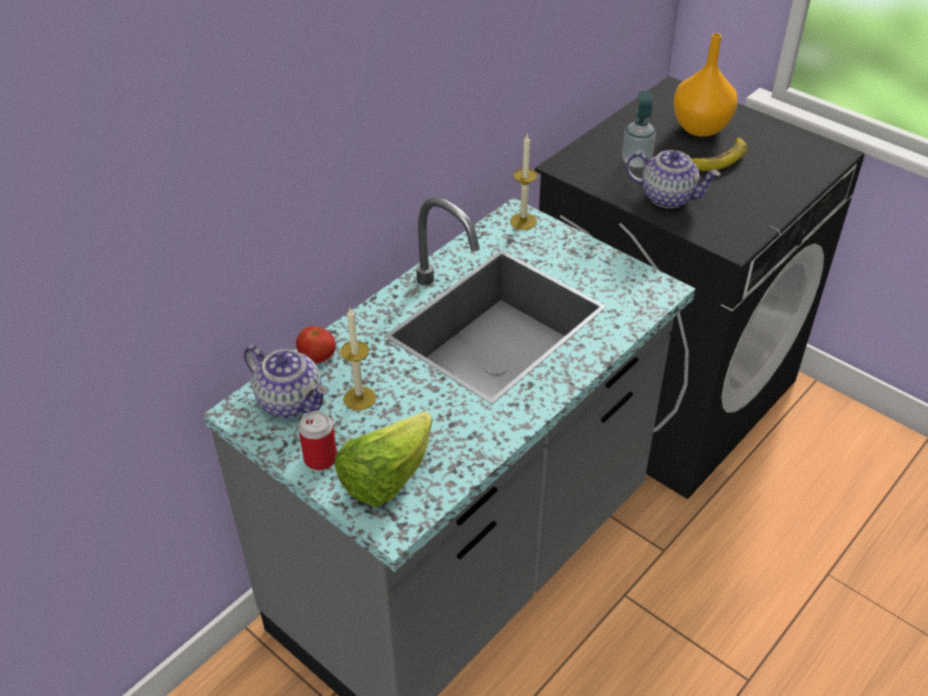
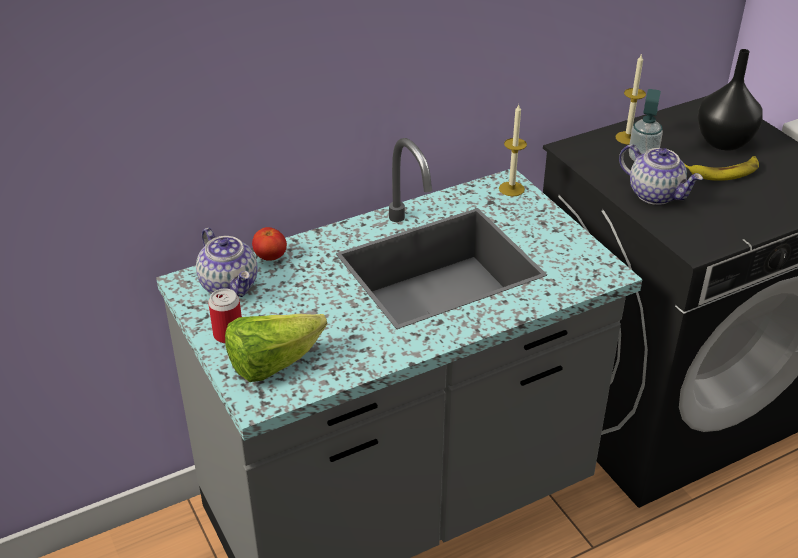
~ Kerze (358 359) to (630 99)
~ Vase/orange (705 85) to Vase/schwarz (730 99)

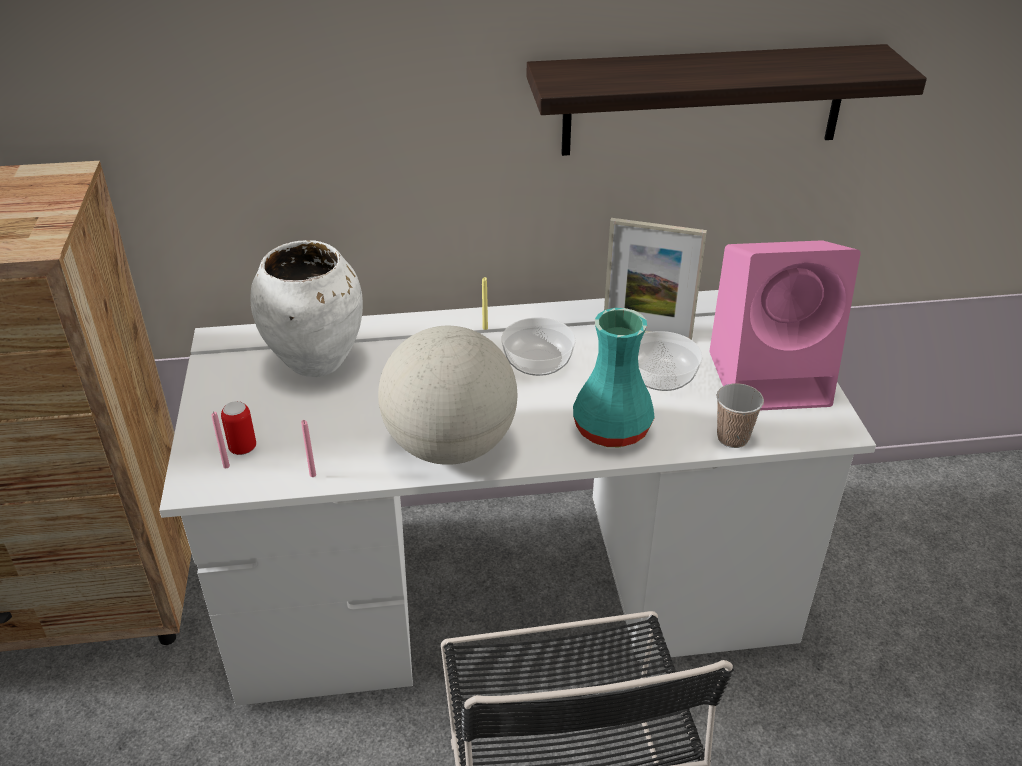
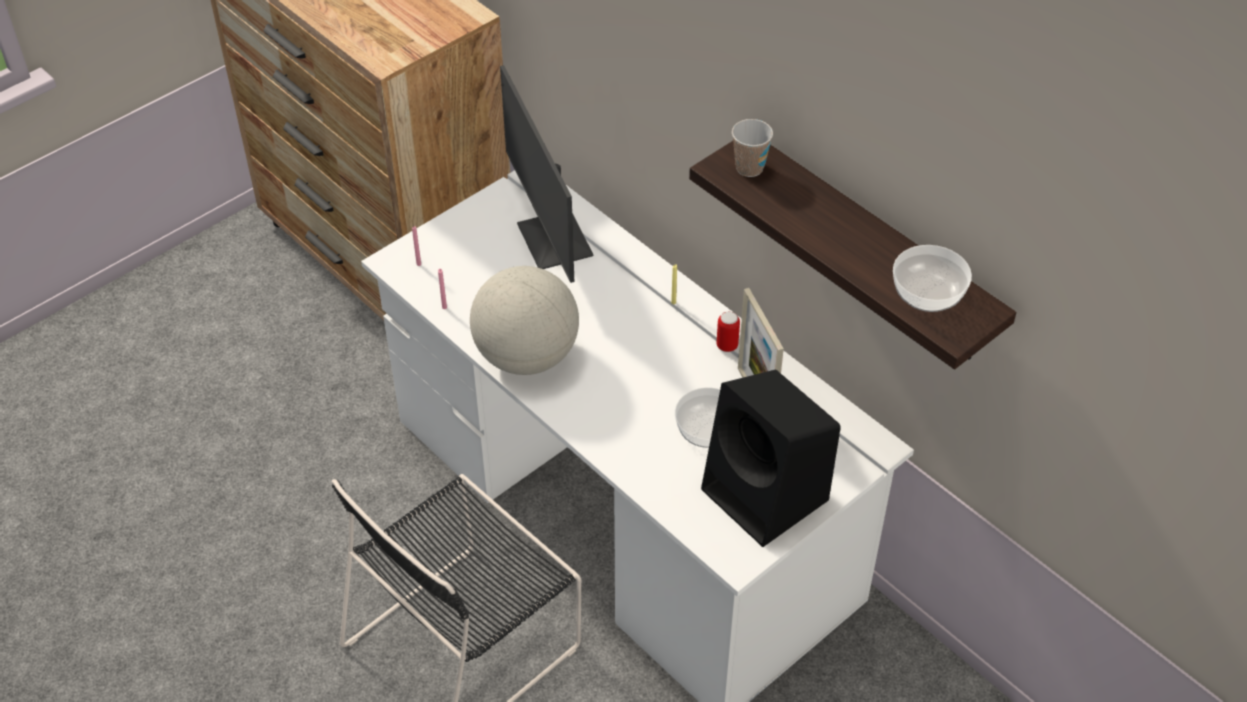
~ Vase/weiß (307 308) to Monitor (547 174)
~ Lautsprecher/rosa (785 325) to Lautsprecher/schwarz (771 458)
~ Dose (238 428) to (728 332)
~ Tasse (740 415) to (752 148)
~ Schüssel (538 347) to (932 278)
- Vase/türkis (614 377)

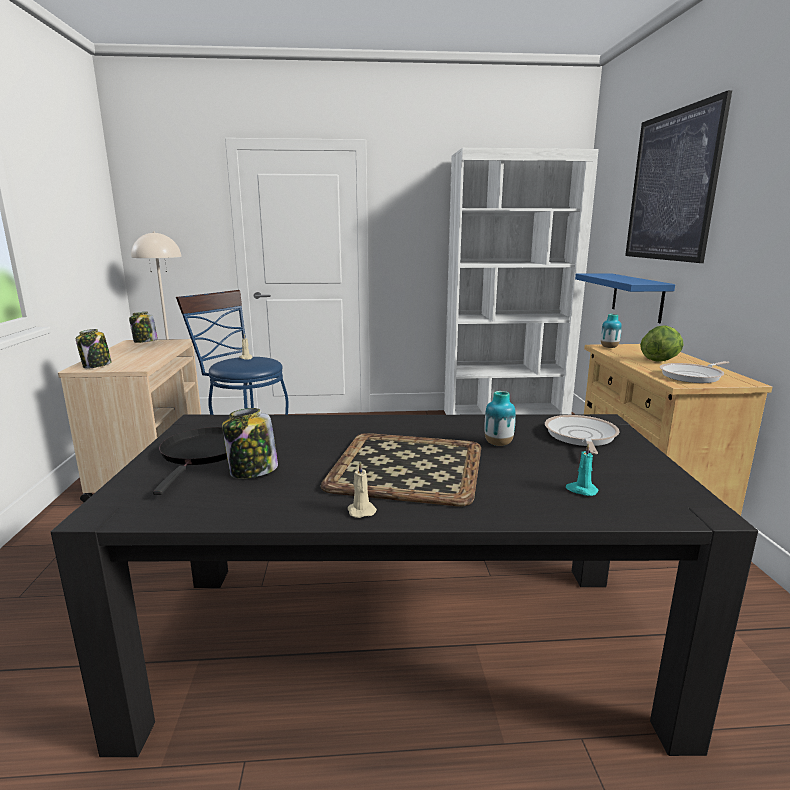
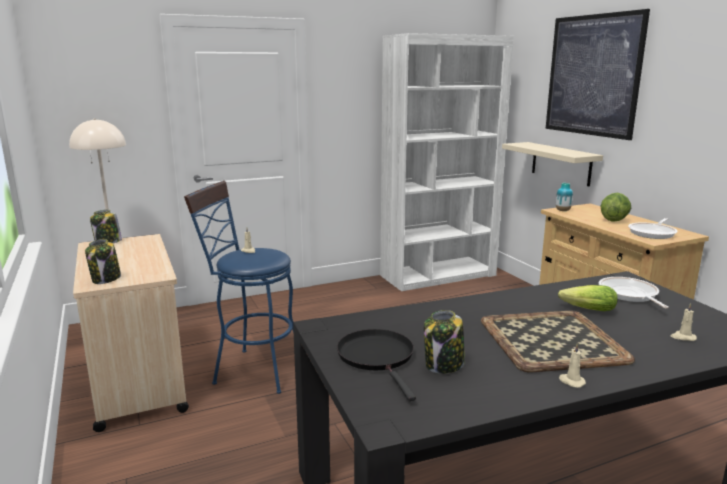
~ Wandregal/blau (625 298) to Wandregal/beige (552 164)
~ Vase (500 418) to Salatkopf (588 298)
~ Kerze/türkis (582 470) to Kerze/beige (684 322)

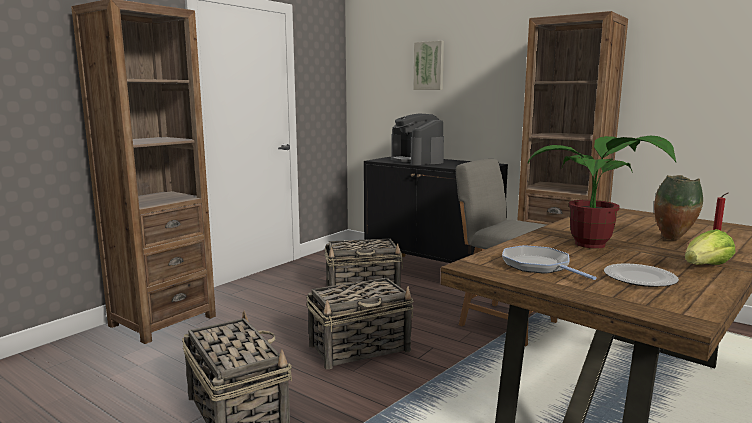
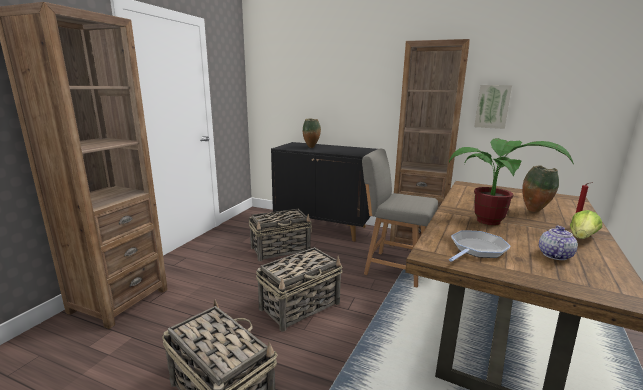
~ Kaffeemaschine (417 139) to Vase (312 133)
~ Pfanne (549 262) = (480 246) 90 degrees clockwise
~ Bild (428 65) to (493 107)
~ Teller (641 275) to Teekanne (558 242)

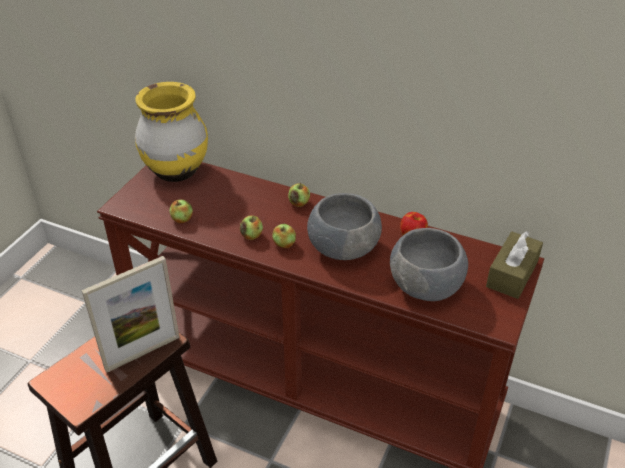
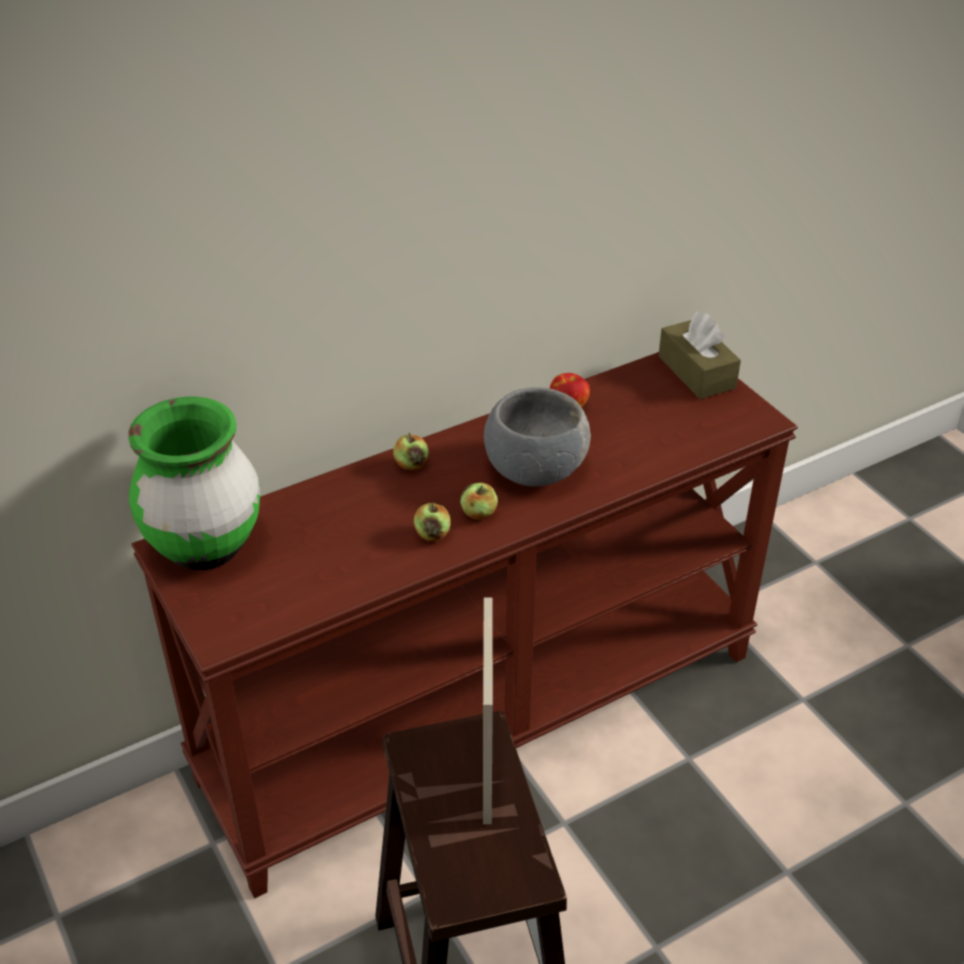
~ Vase/gelb (171 132) to Vase/grün (194 483)
- Apfel (181 212)
- Schüssel/grau (429 264)

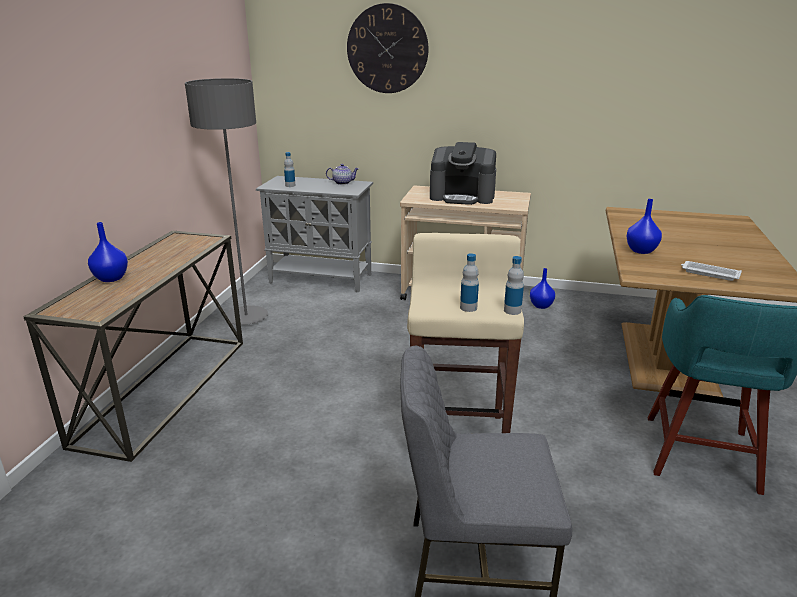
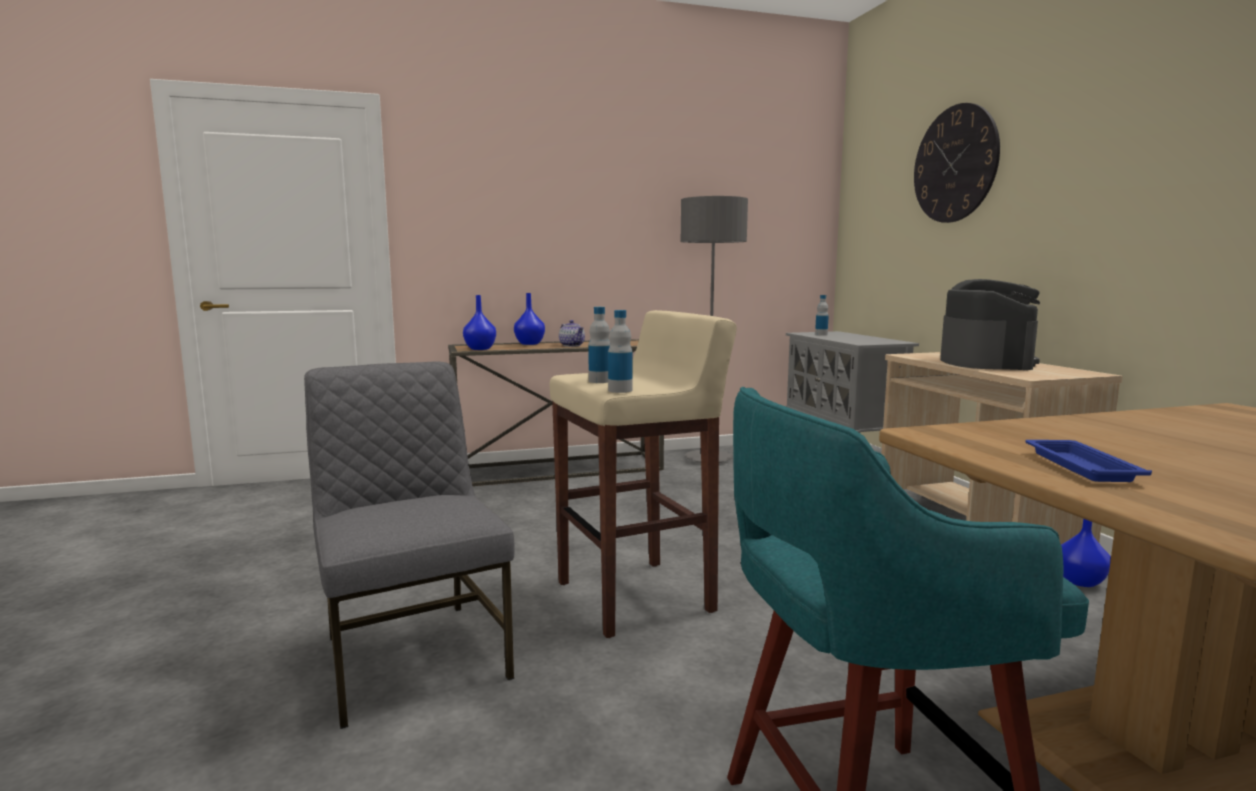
~ Vase/blau (644 226) to (479 322)
~ Teekanne (342 174) to (572 333)
~ Kaffeemaschine (463 173) = (990 324) 150 degrees counterclockwise
~ Tablett/weiß (711 271) to Tablett/blau (1088 461)

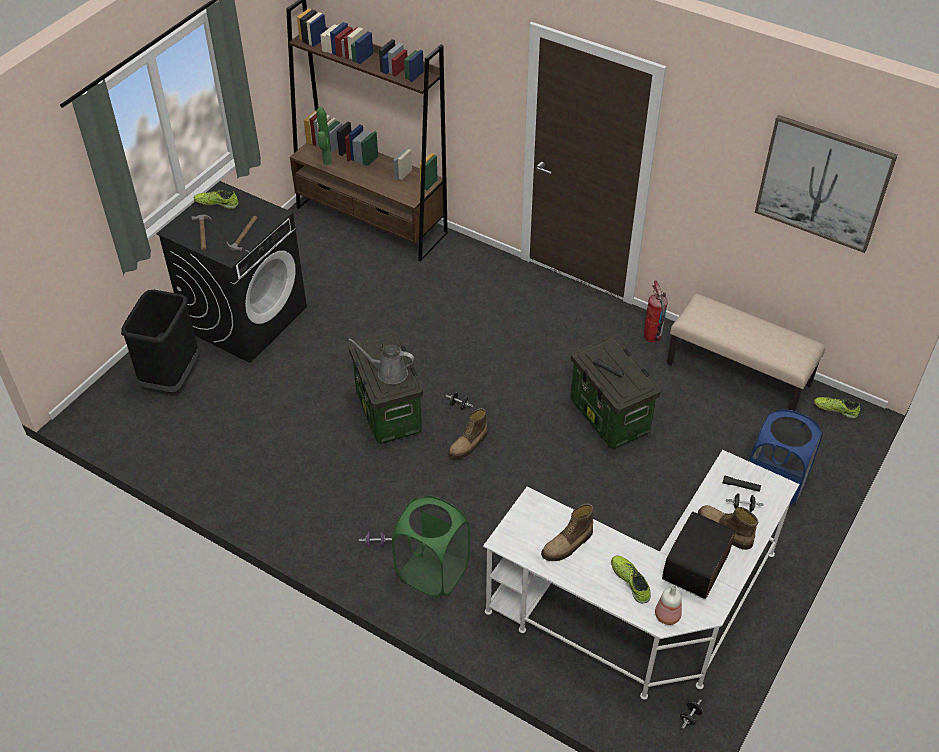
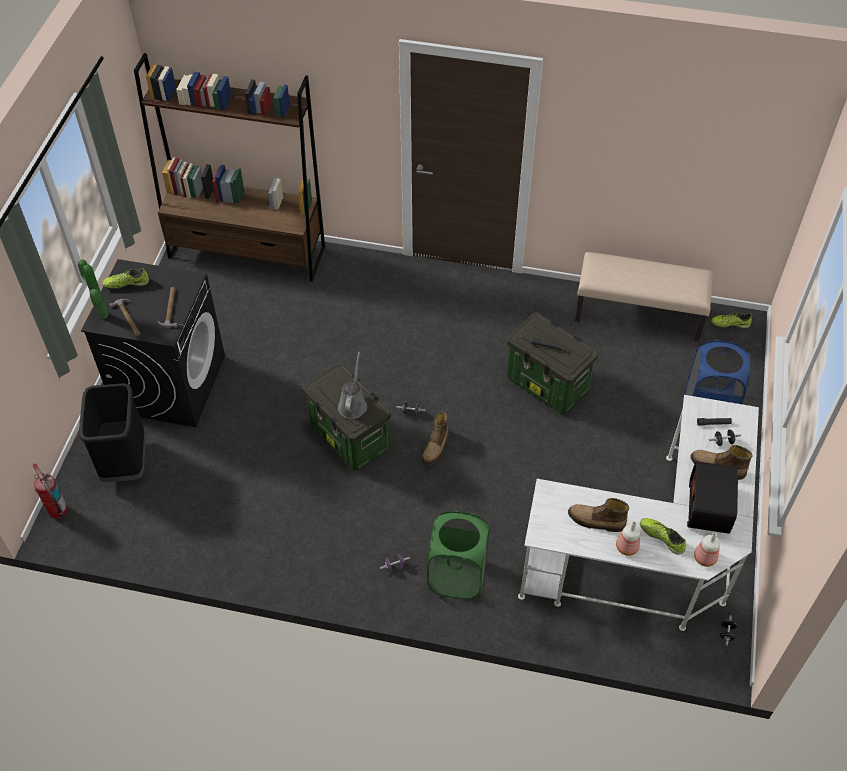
~ Feuerlöscher (656 311) to (50 491)
~ Topfpflanze (324 136) to (93 289)
~ Gießkanne/grau (381 361) = (352 385) 105 degrees clockwise
~ Stiefel (567 532) = (598 515) 75 degrees clockwise
+ Flasche (628 539)
- Bild (826 184)

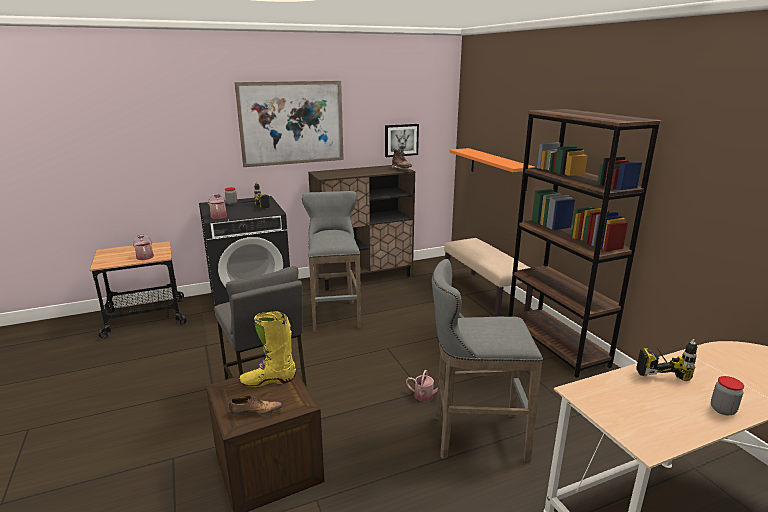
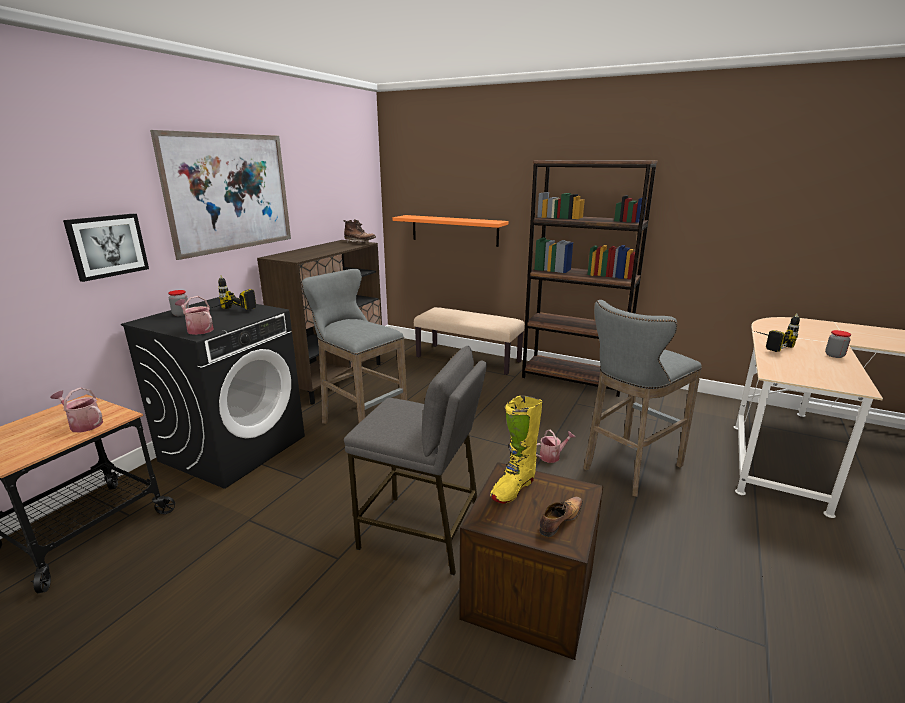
~ Bild (402 140) to (106 248)

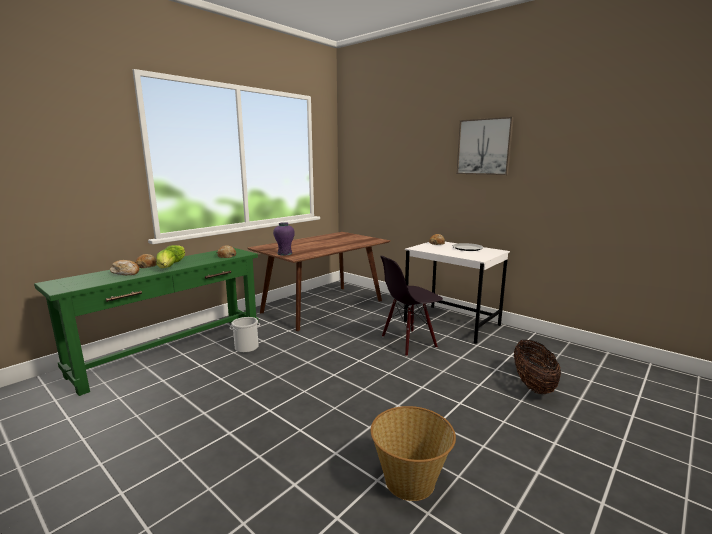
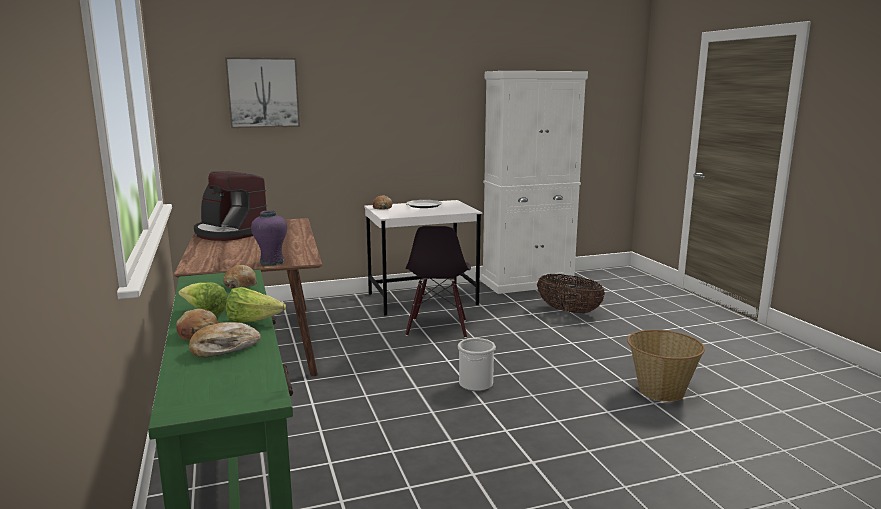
+ Kaffeemaschine (230 206)
~ Bild (485 146) to (262 92)
~ Eimer (245 335) to (477 364)
+ Schrank/weiß (534 182)

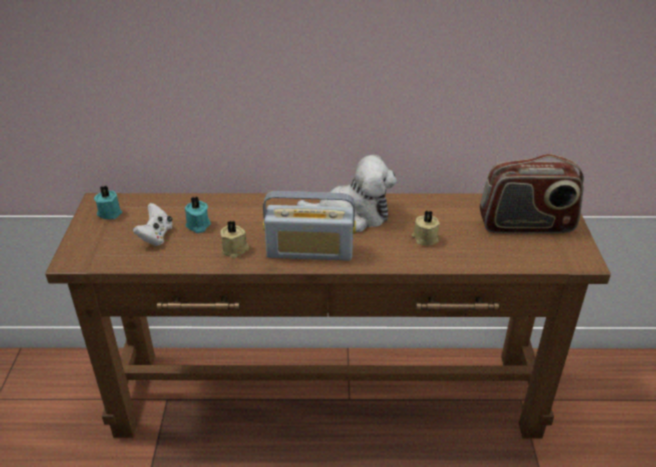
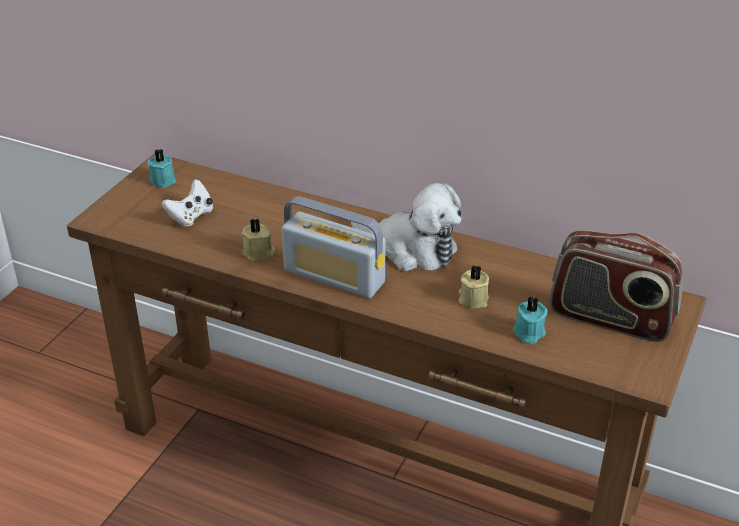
~ Kerze/türkis (198 215) to (530 320)

